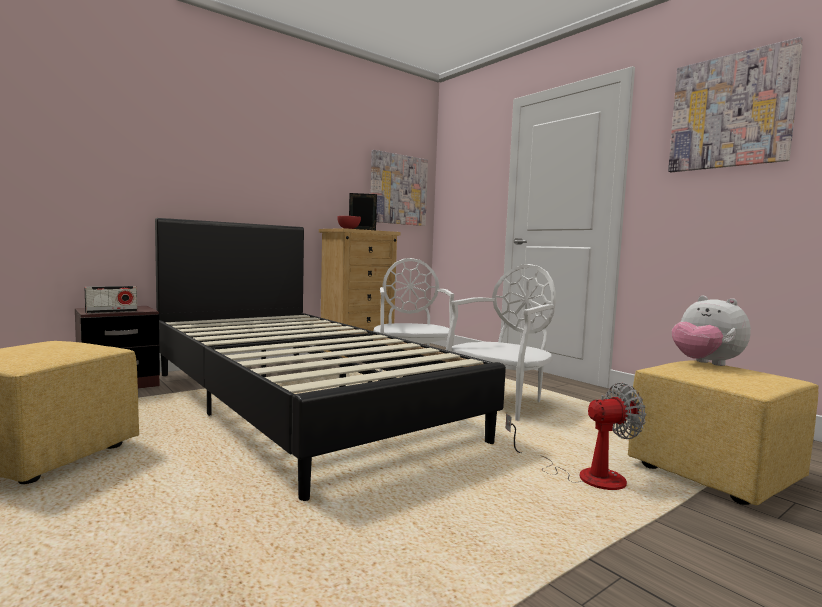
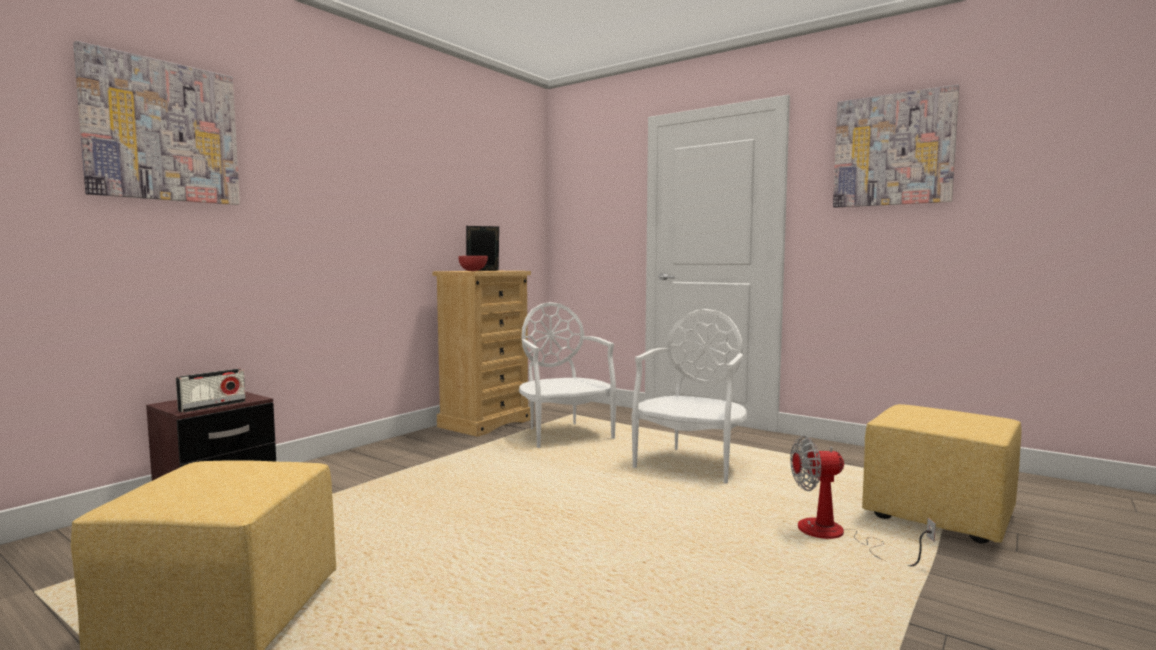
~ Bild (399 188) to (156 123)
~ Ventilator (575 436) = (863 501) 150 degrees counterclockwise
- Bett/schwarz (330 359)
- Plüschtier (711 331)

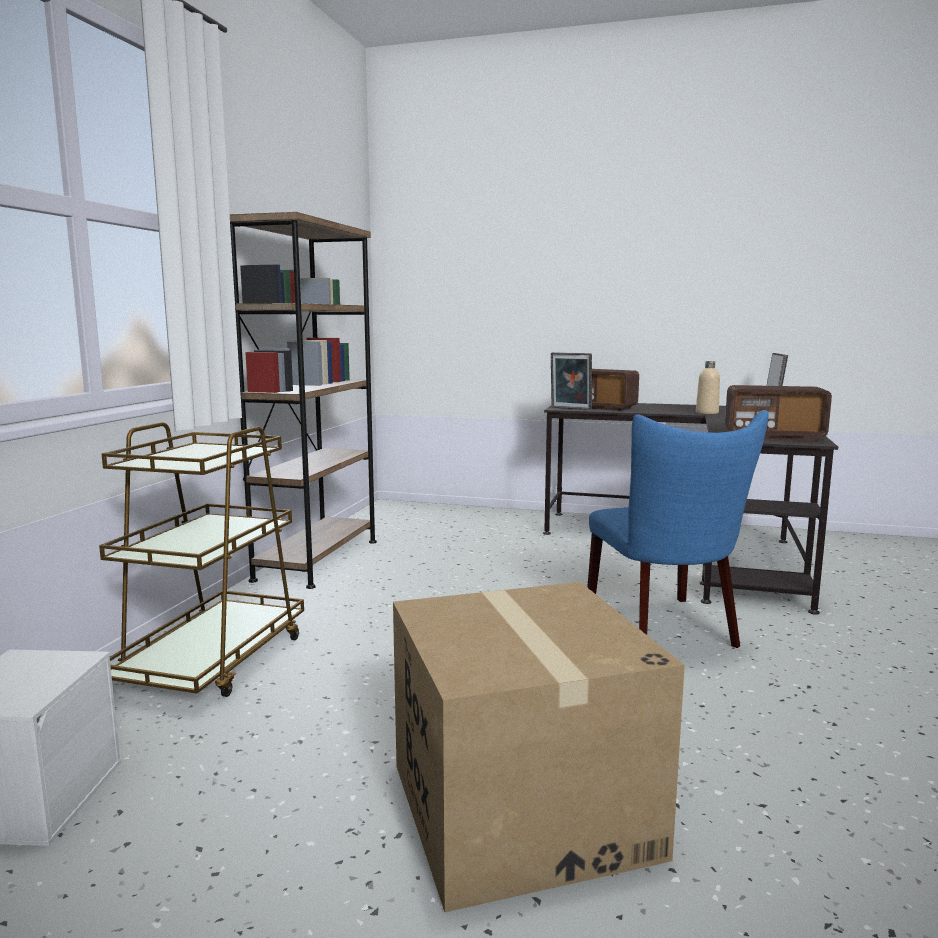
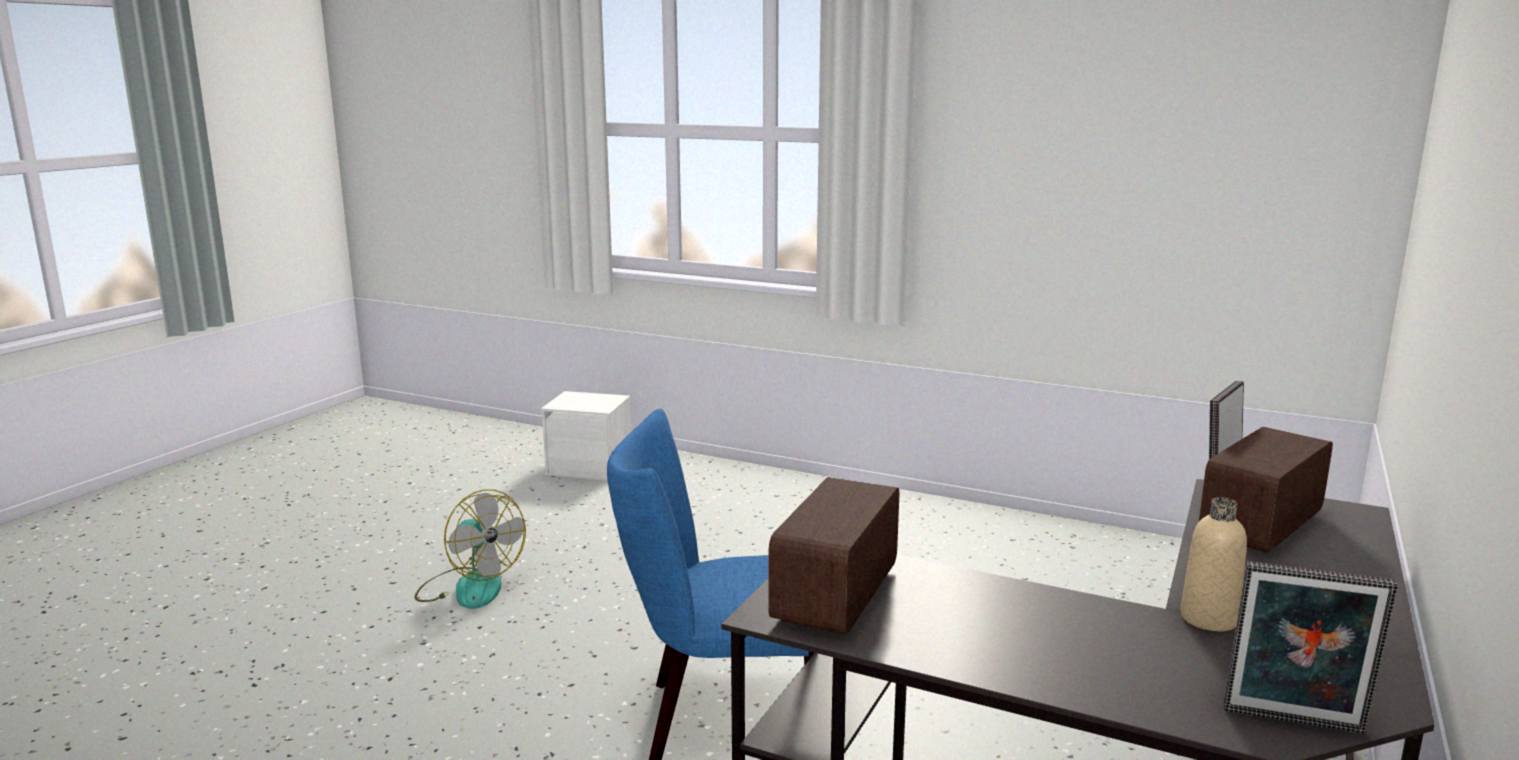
~ Karton (539 747) to Ventilator (470 549)
- Rollwagen/braun (201 559)
- Bücherregal/braun (303 400)

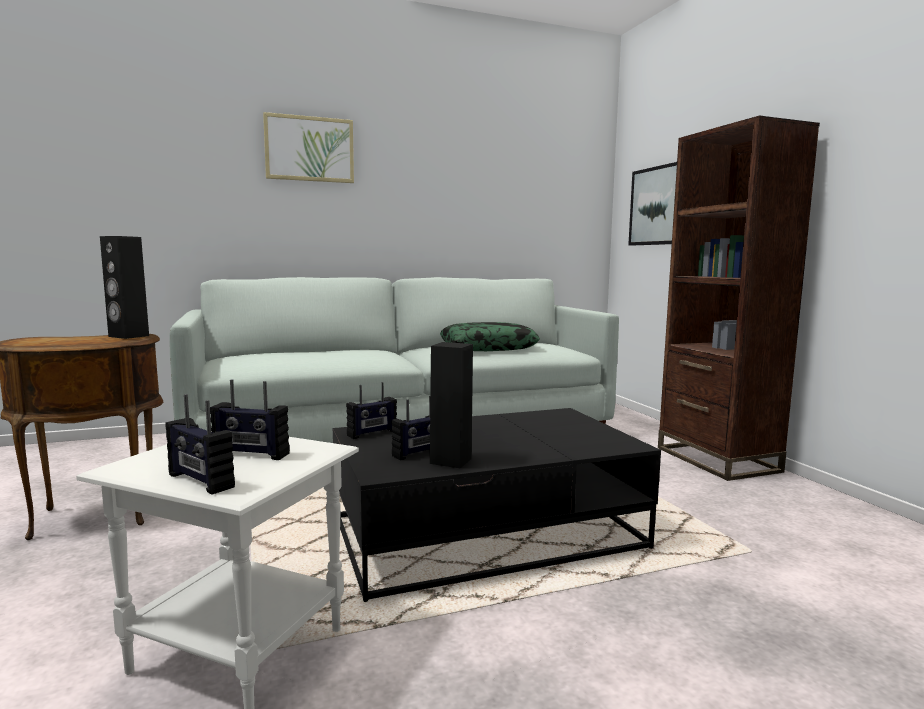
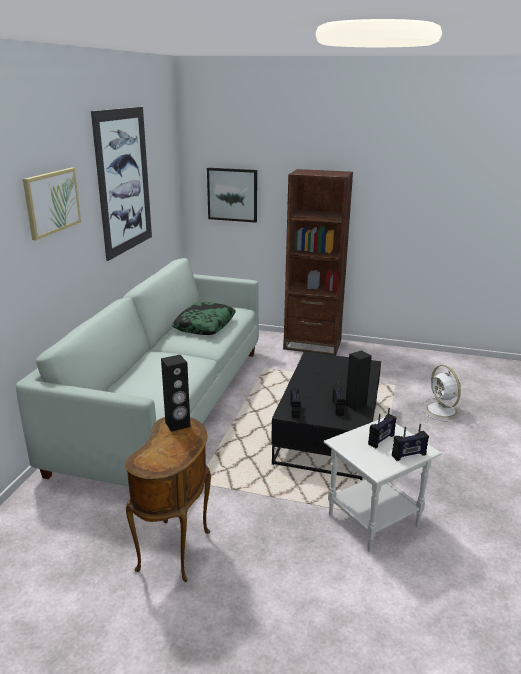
+ Bild (121 184)
+ Ventilator/weiß (442 393)

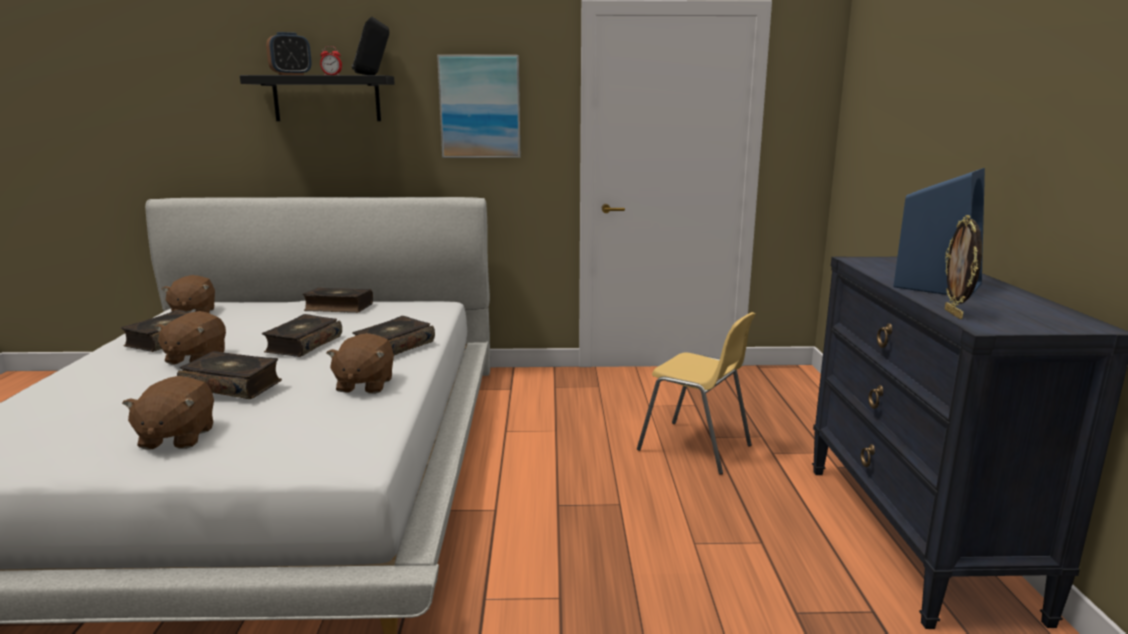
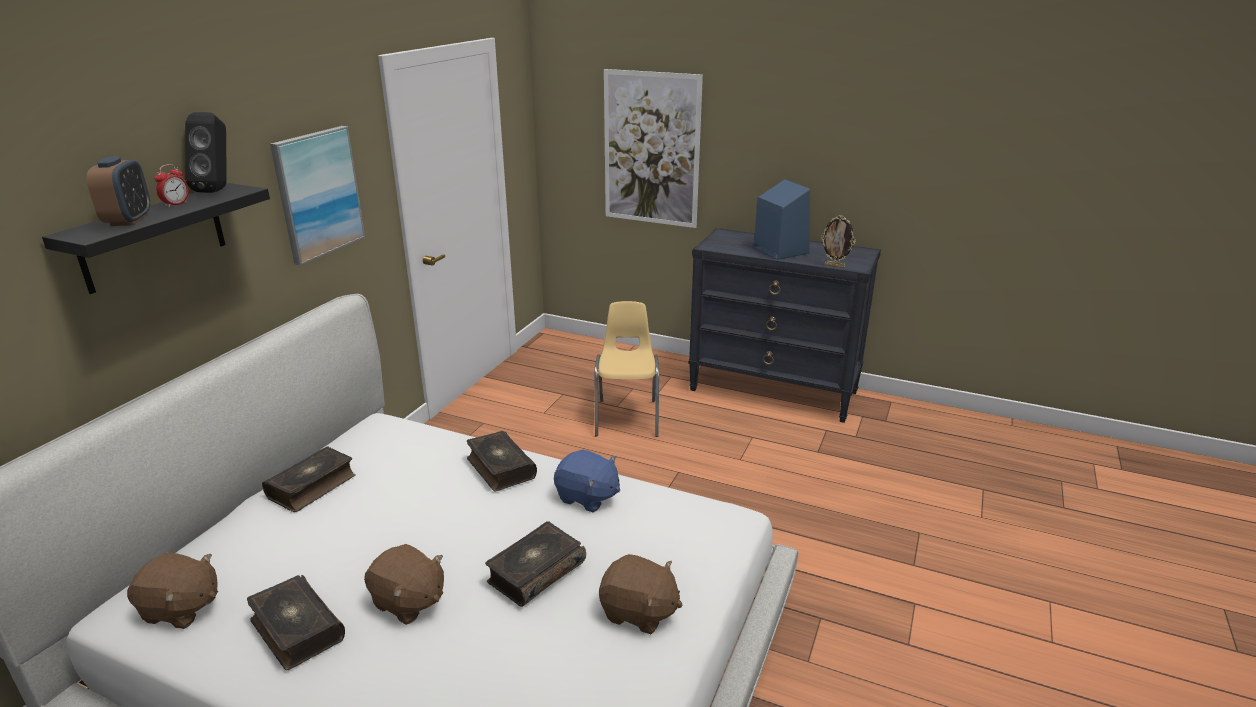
~ Plüschtier/braun (360 363) to Plüschtier/blau (587 480)
~ Stuhl/gelb (696 393) = (627 369) 60 degrees counterclockwise
+ Bild (653 148)
- Buch (302 335)

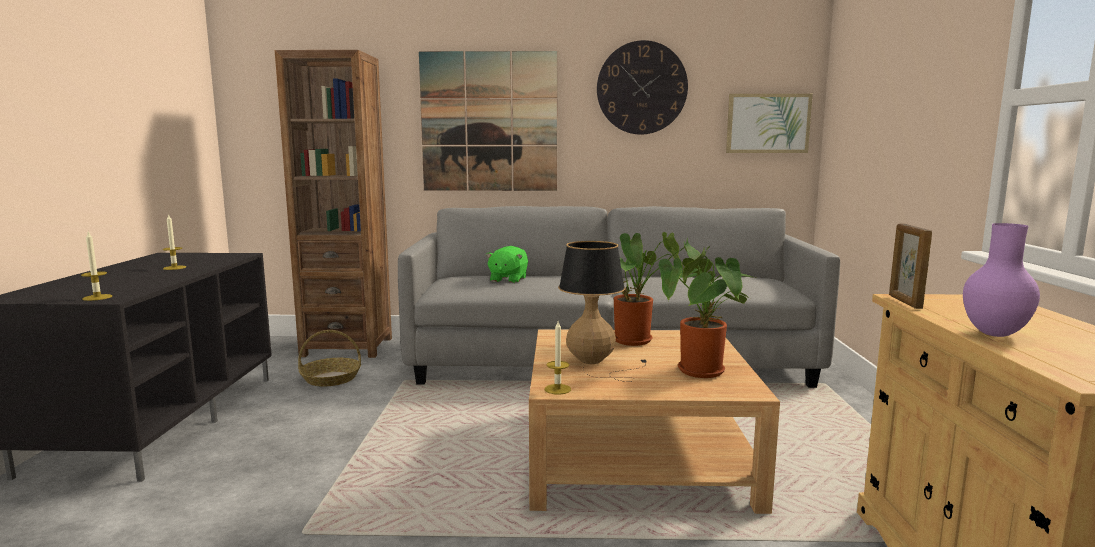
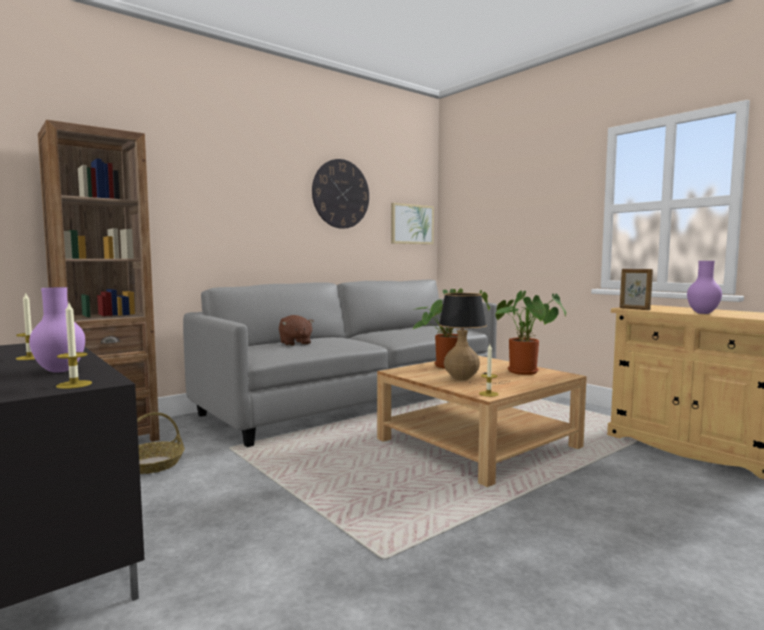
+ Vase/lila (57 330)
~ Plüschtier/grün (507 264) to Plüschtier/braun (296 330)
- Bild (488 121)

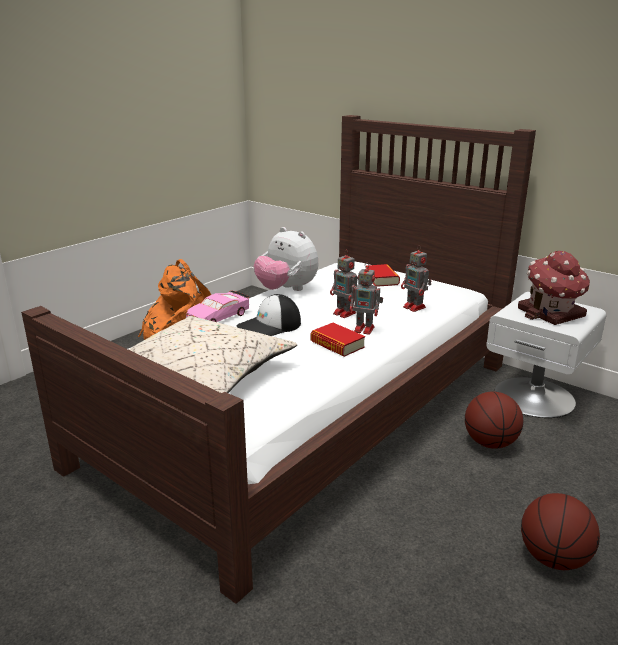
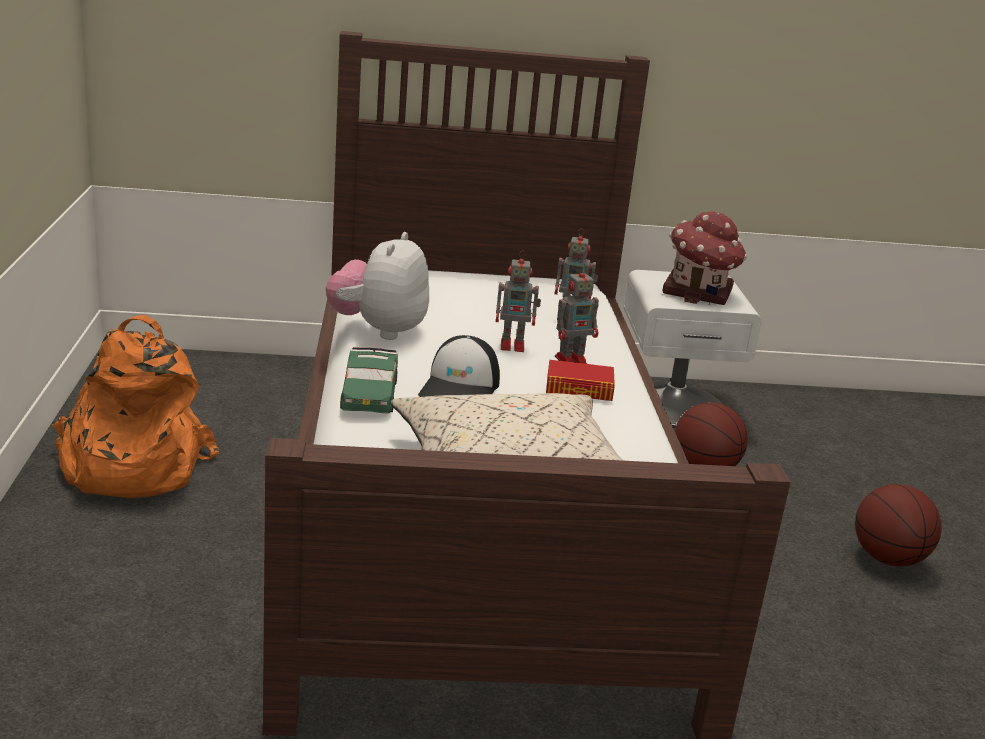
~ Plüschtier (286 259) = (377 286) 105 degrees clockwise
~ Spielzeugauto/rosa (217 306) to Spielzeugauto/grün (369 380)
- Buch (383 275)

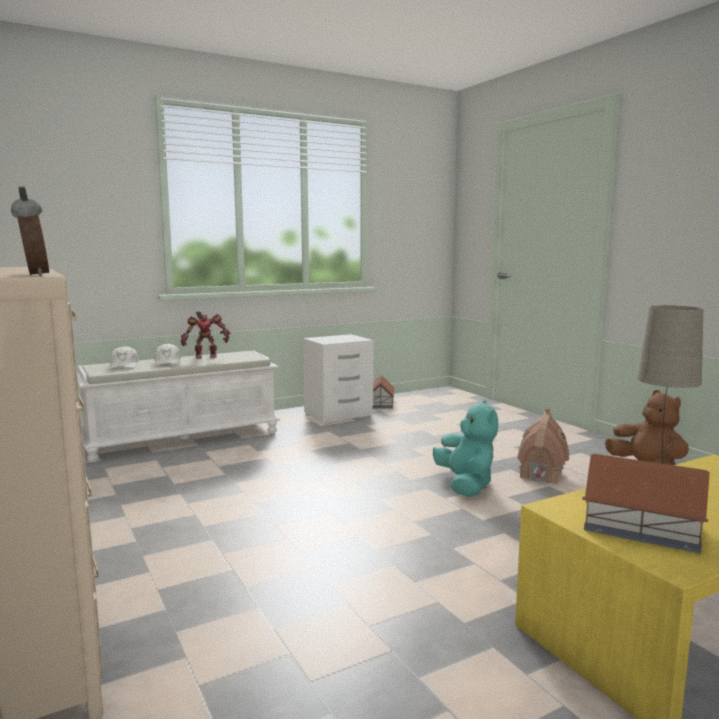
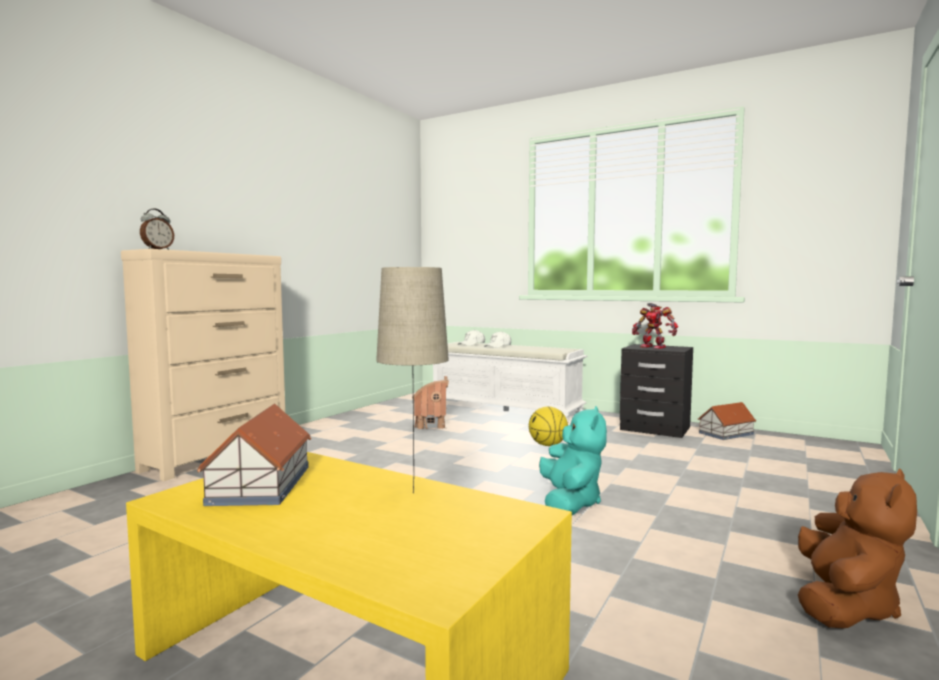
~ Spielzeughaus (543 446) to (430 403)
+ Basketball (548 426)
~ Plüschtier/türkis (465 448) = (573 460) 45 degrees counterclockwise
~ Nachttisch/weiß (338 378) to Nachttisch/schwarz (656 391)
~ Spielzeugroboter (205 334) to (655 326)

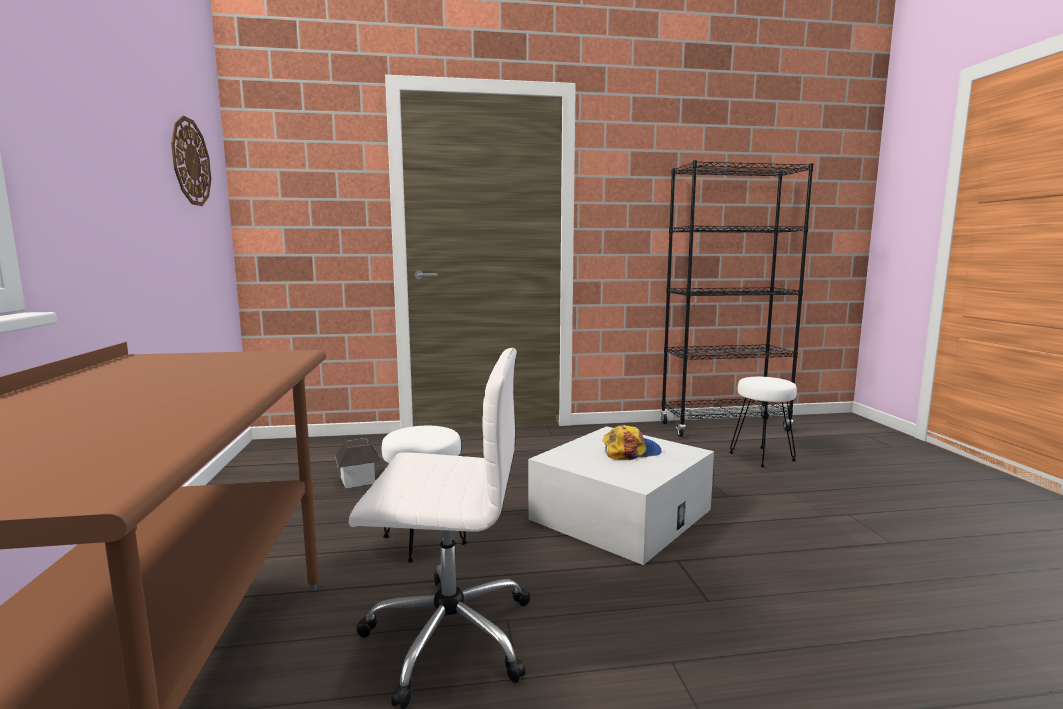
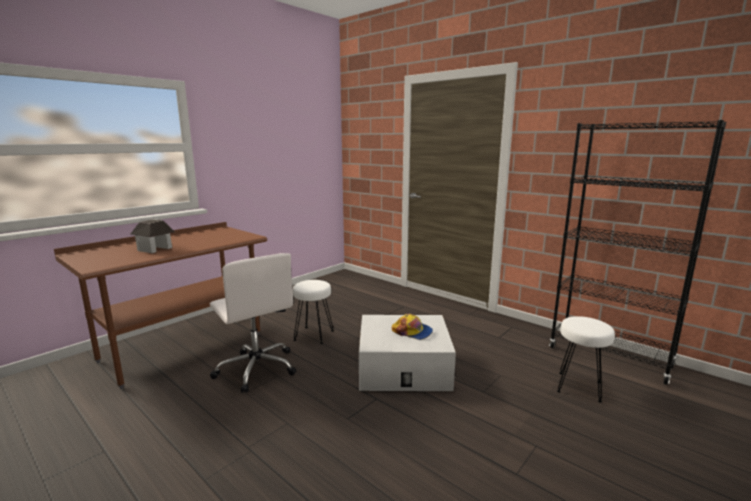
~ Spielzeughaus (358 463) to (153 236)
- Wanduhr (191 161)

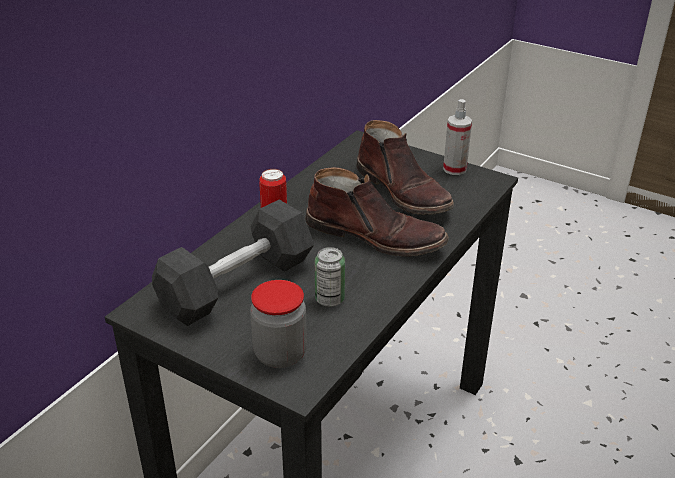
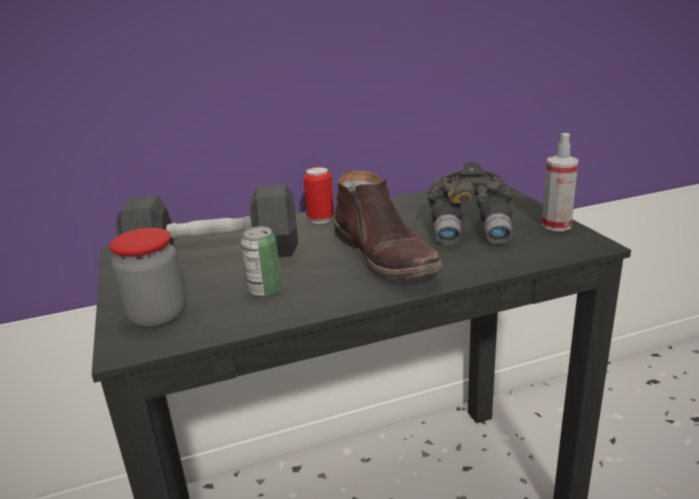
~ Stiefel/braun (405 167) to Fernglas/grau (470 204)

